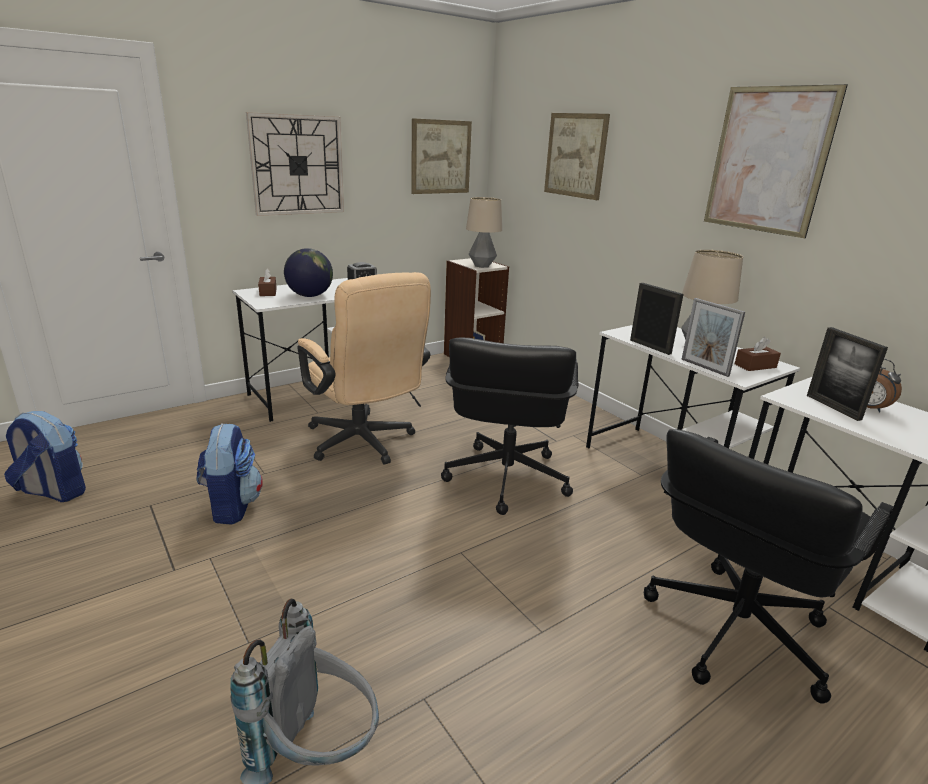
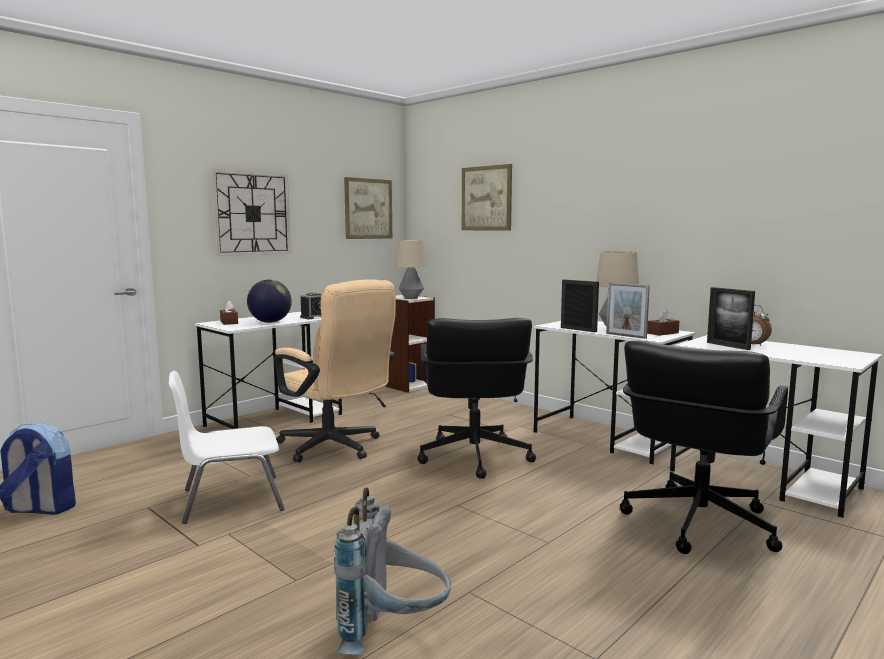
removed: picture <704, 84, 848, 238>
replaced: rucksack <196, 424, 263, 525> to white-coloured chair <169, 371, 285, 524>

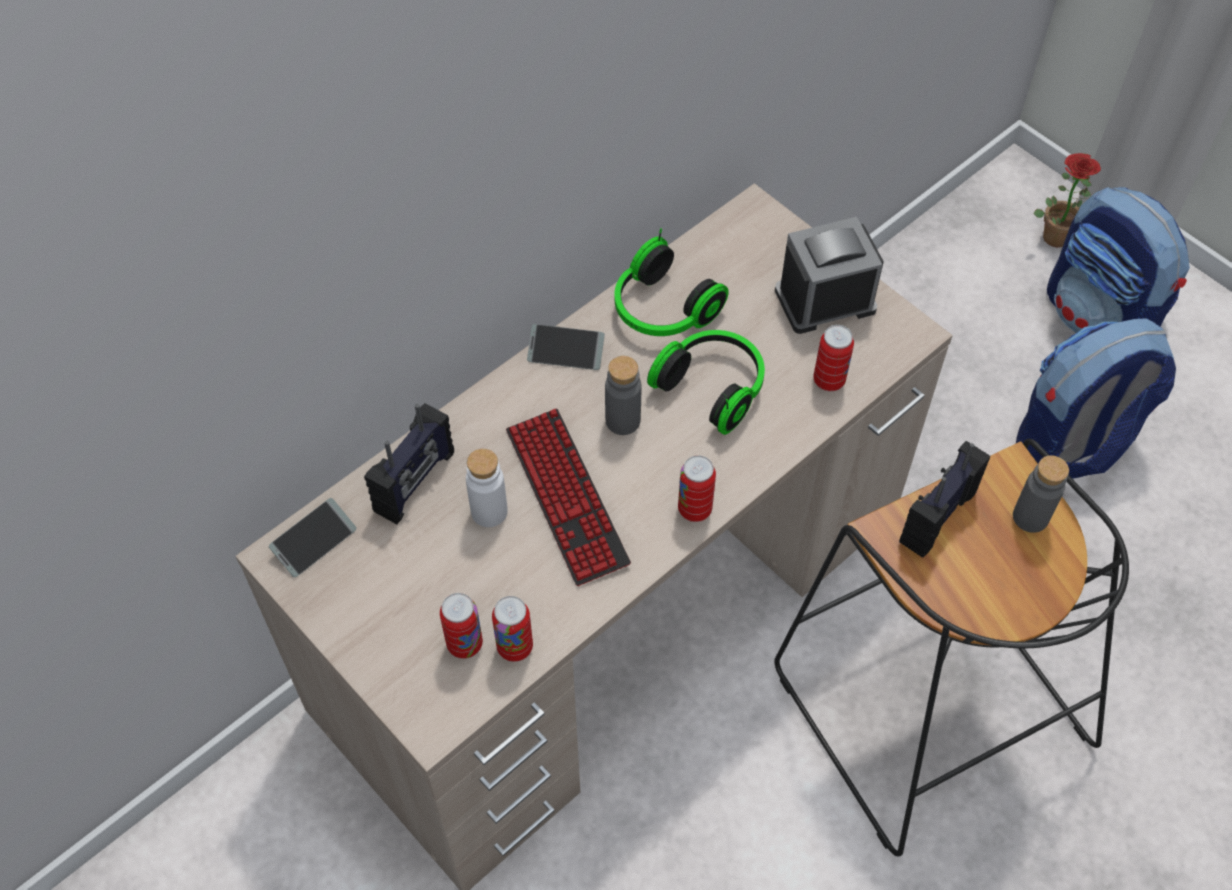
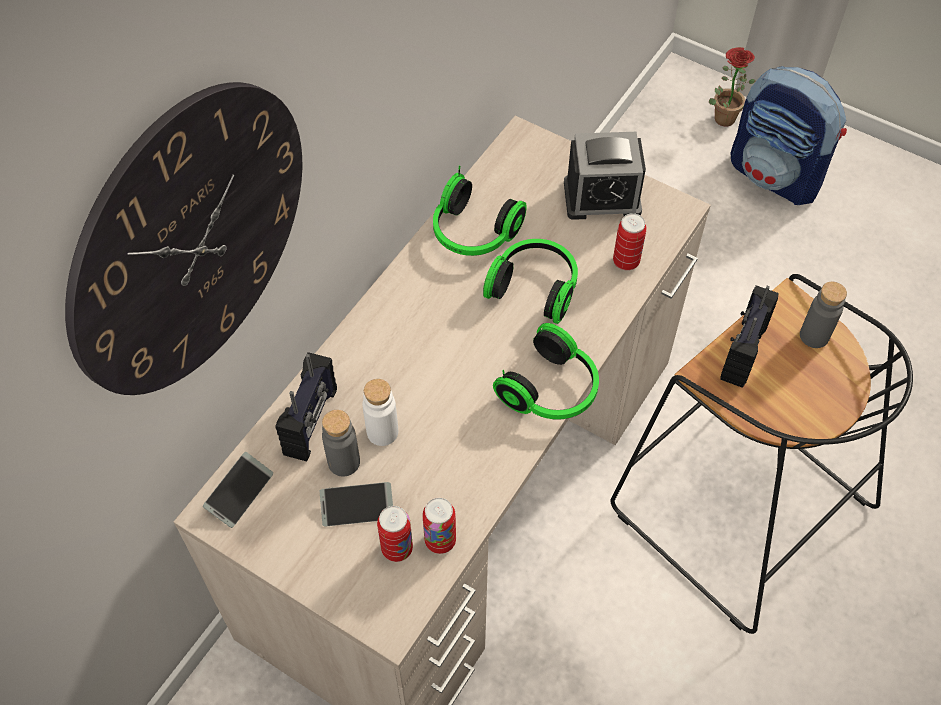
removed: rucksack <1016, 318, 1176, 479>; keyboard <506, 409, 631, 586>
added: hanging clock <65, 82, 302, 395>
moved: phone <527, 324, 605, 370> to <320, 482, 393, 526>; grey beverage bottle <605, 356, 642, 435> to <322, 410, 360, 477>
replaced: metal can <678, 455, 716, 522> to headphones <493, 323, 599, 420>
turned: alarm clock <775, 217, 884, 334> = <564, 132, 646, 220> 150 degrees counterclockwise

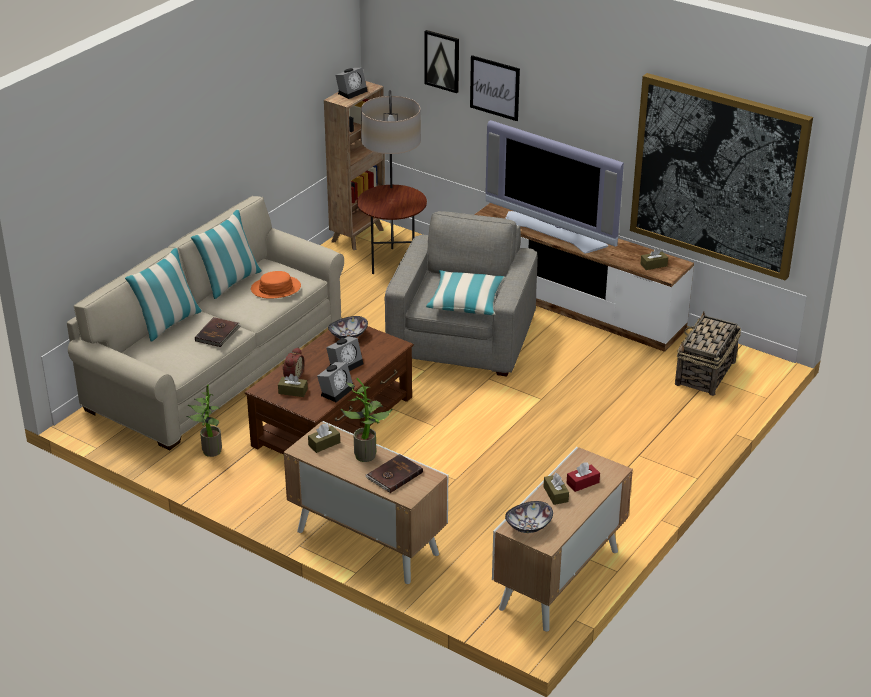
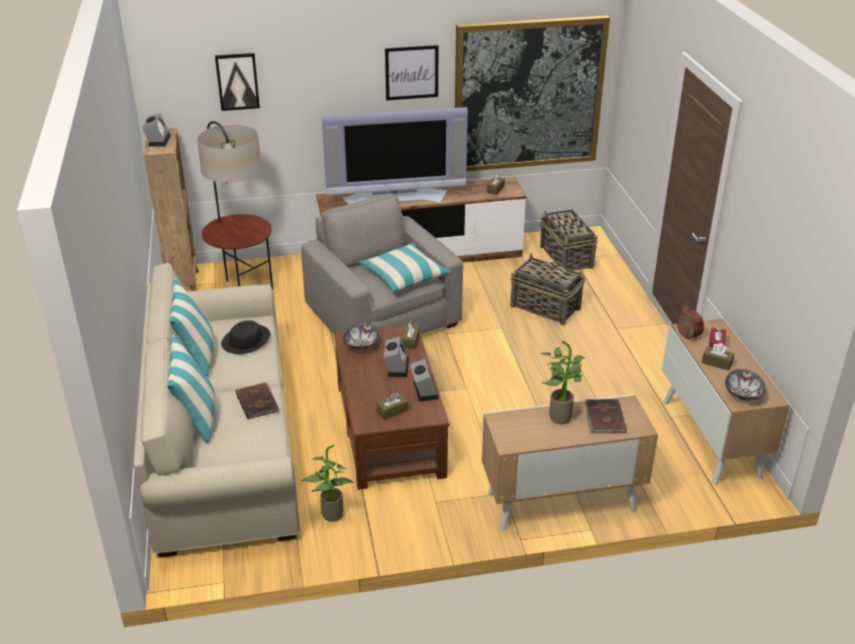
added: basket <510, 253, 585, 326>
moved: picture <470, 55, 520, 121> to <385, 45, 439, 100>; alarm clock <283, 347, 305, 379> to <677, 305, 704, 341>; brownish tissue holder <308, 424, 340, 453> to <402, 323, 420, 350>
recoloured: orange-coloured clothing hat <251, 271, 301, 299> to blackish clothing hat <221, 320, 270, 354>

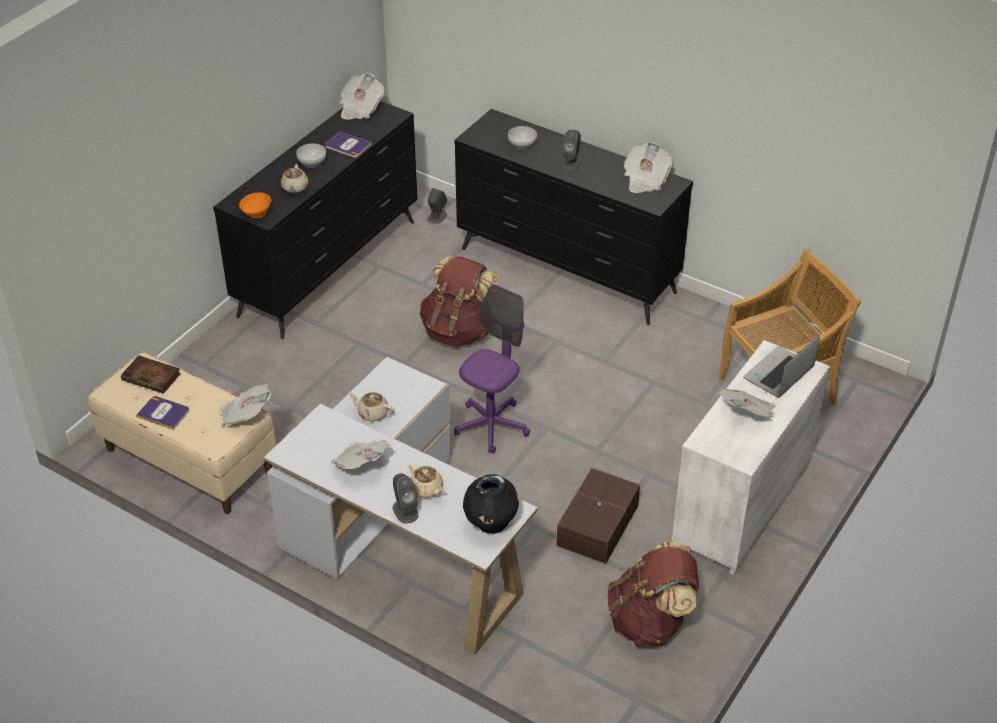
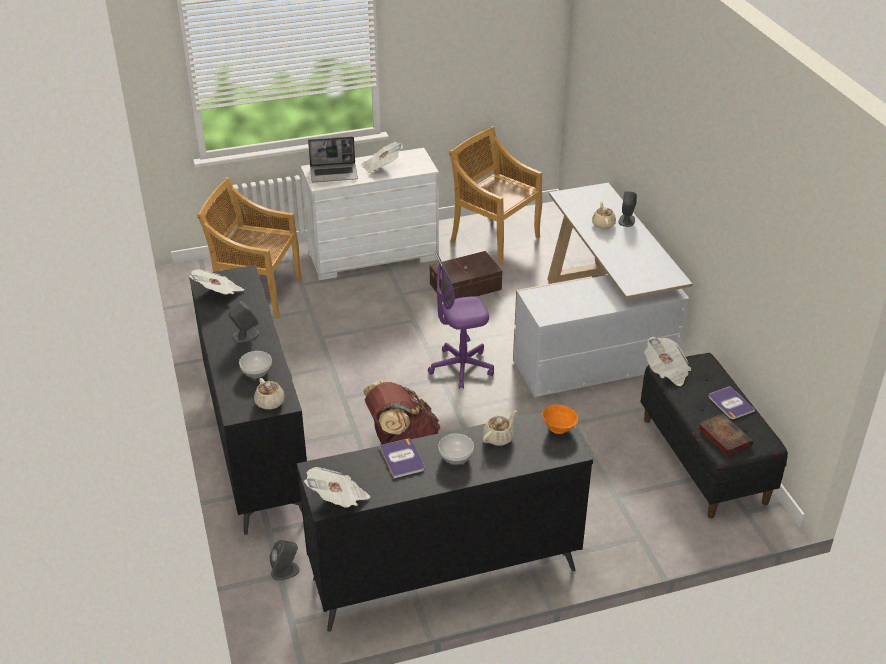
removed: printed paper <331, 440, 390, 469>; blackish flower vase <463, 474, 519, 534>
moved: beige tea pot <348, 392, 394, 421> to <254, 378, 285, 410>
replaced: brownish rucksack <608, 541, 699, 647> to beige chair <449, 126, 542, 265>
recoloured: beige long seat <88, 351, 276, 514> to blackish long seat <641, 353, 788, 519>

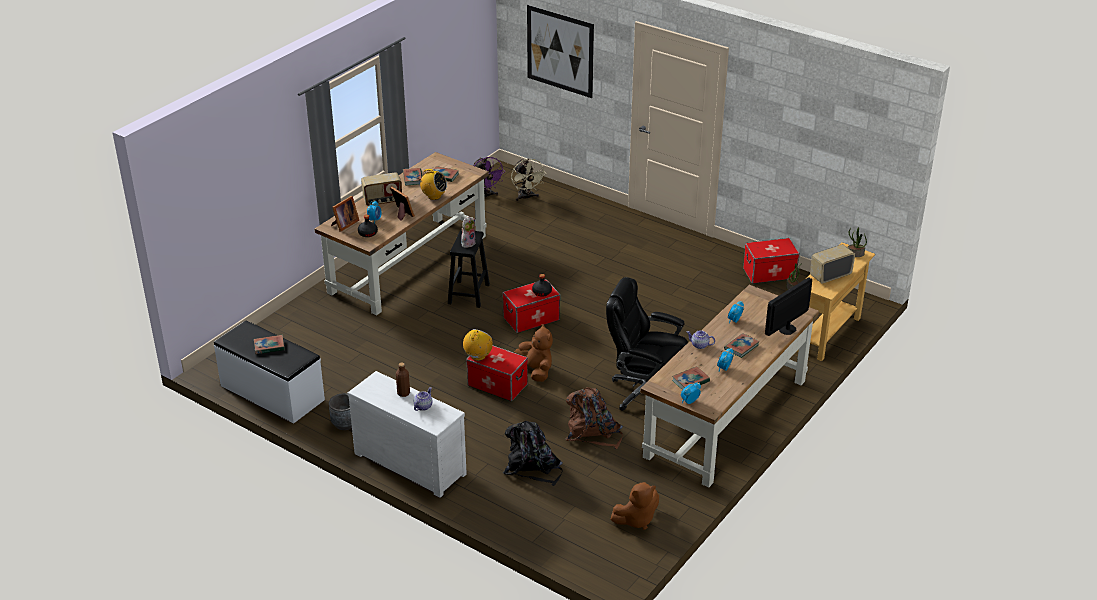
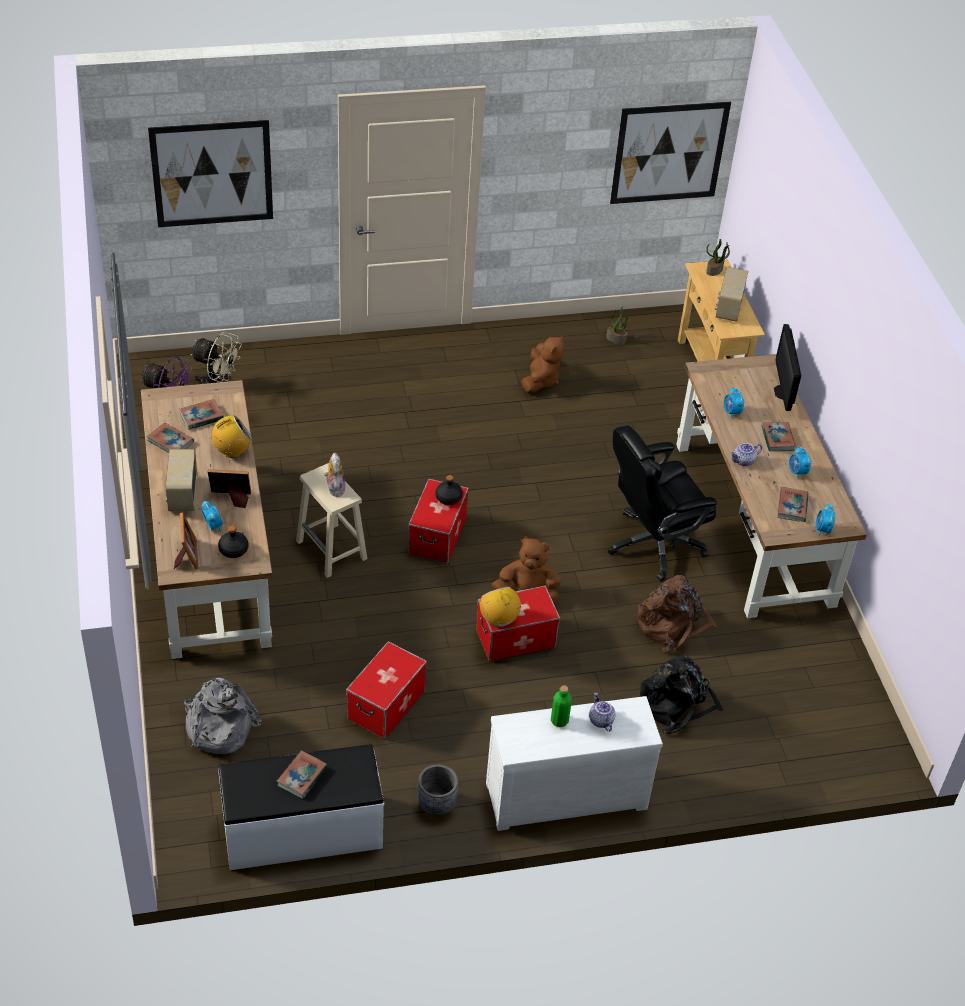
added: picture <610, 102, 731, 204>; grey rucksack <183, 678, 262, 754>
moved: storage container <743, 238, 800, 284> to <346, 641, 427, 739>; brownish plush toy <610, 482, 659, 530> to <521, 335, 565, 393>
recoloured: blackish stool seat <448, 229, 490, 308> to beige stool seat <296, 463, 367, 578>; brownish beverage bottle <396, 363, 410, 397> to green-coloured beverage bottle <551, 685, 572, 727>
turned: radio set <361, 172, 402, 206> = <166, 449, 197, 511> 150 degrees clockwise

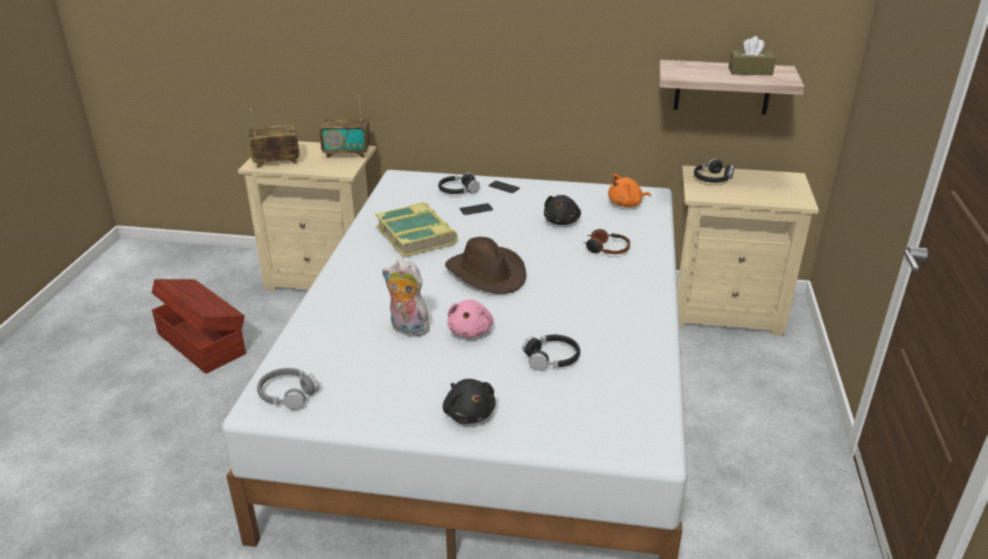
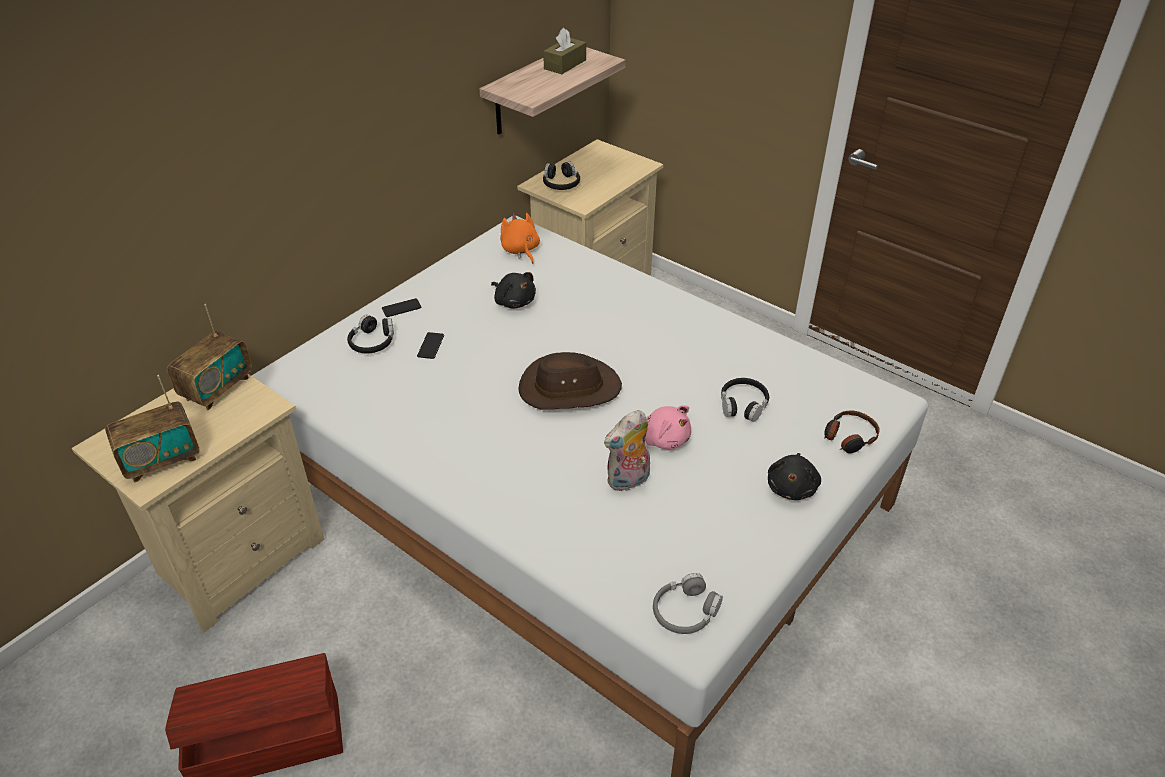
removed: bound book <375, 202, 458, 258>
moved: headphones <583, 229, 630, 254> to <824, 410, 880, 453>
turned: radio set <248, 108, 300, 168> = <105, 375, 199, 483> 135 degrees counterclockwise; orange-coloured plush toy <608, 174, 651, 207> = <500, 213, 540, 264> 150 degrees clockwise; blackish plush toy <443, 379, 496, 424> = <768, 453, 821, 500> 105 degrees clockwise

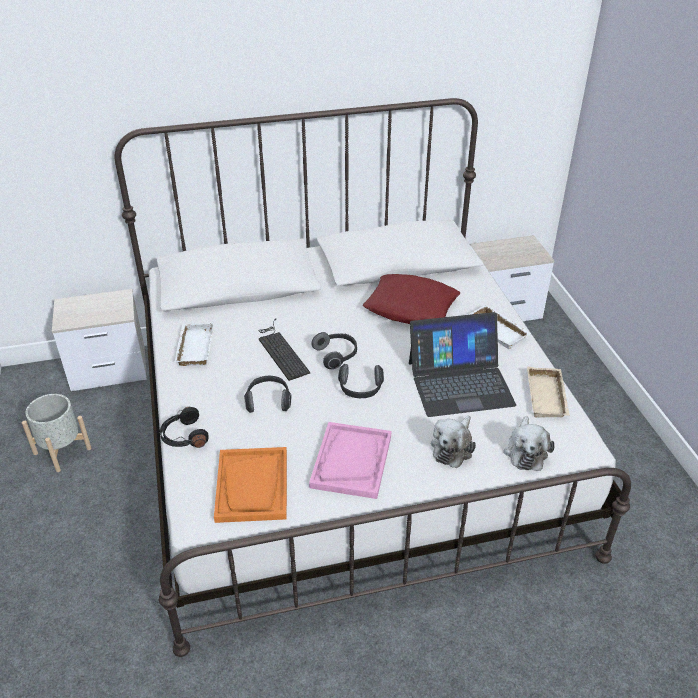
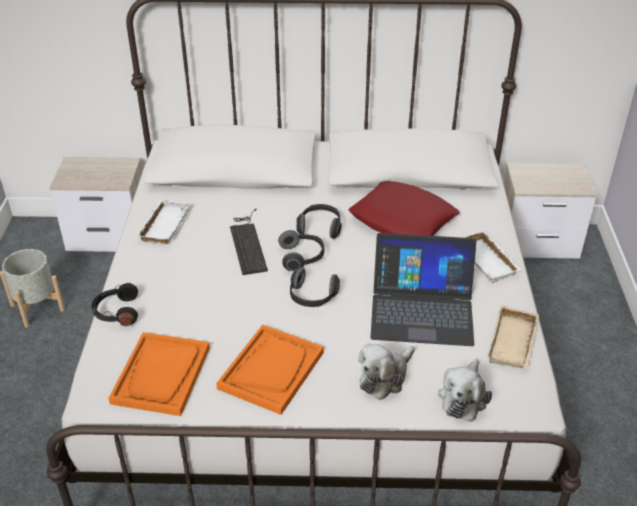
moved: headphones <244, 376, 291, 413> to <296, 204, 342, 239>
recoloured: pink carrying tray <309, 422, 391, 499> to orange-coloured carrying tray <216, 324, 324, 415>

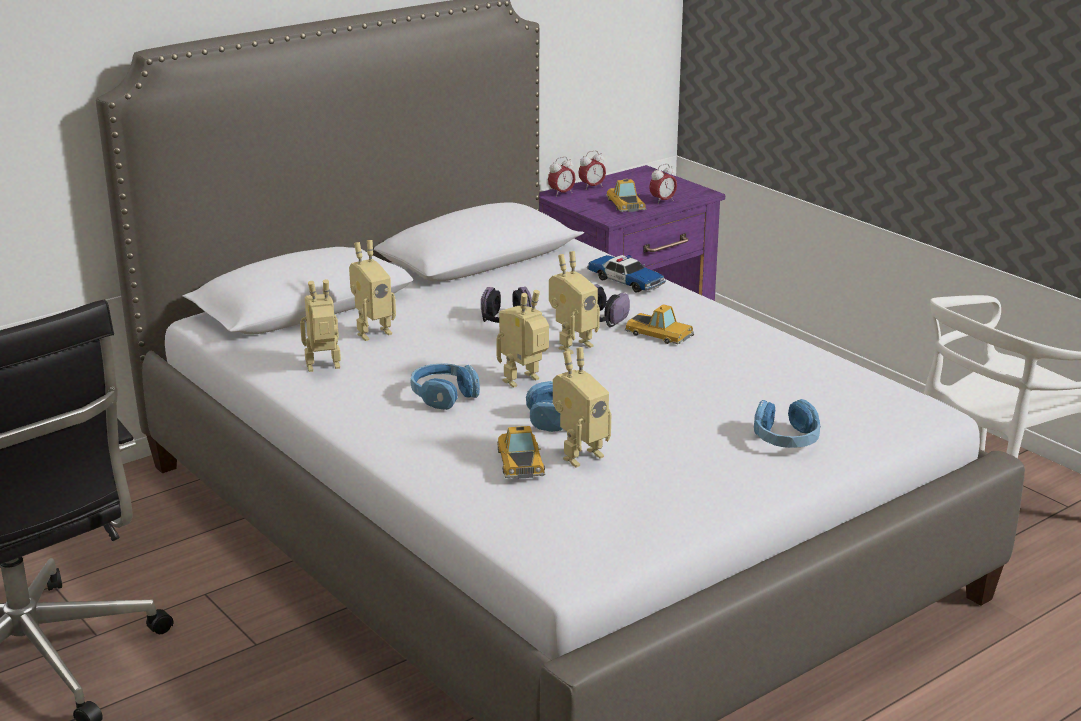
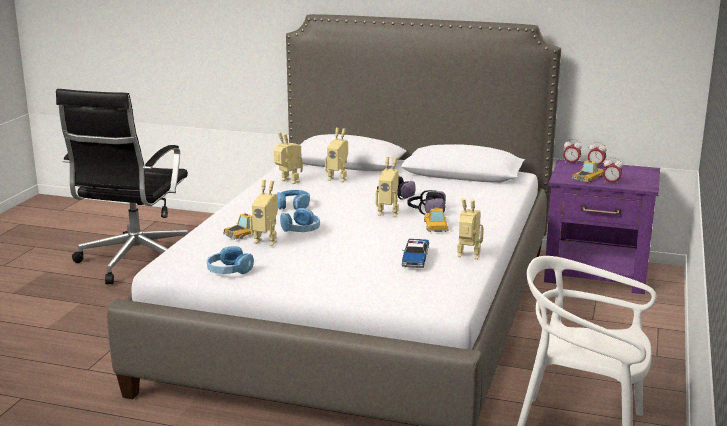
moved: toy car <587, 255, 666, 293> to <402, 239, 429, 268>; robot figure <496, 290, 549, 388> to <457, 198, 484, 260>; bluish headphones <754, 399, 820, 448> to <207, 246, 254, 274>

